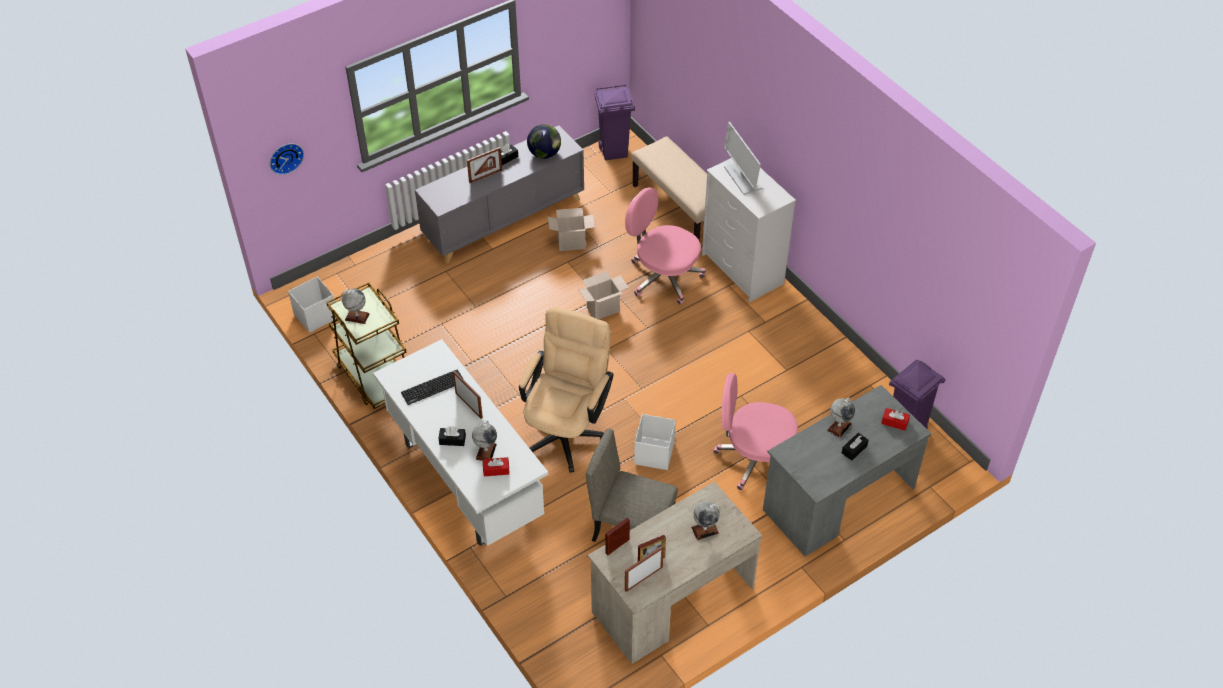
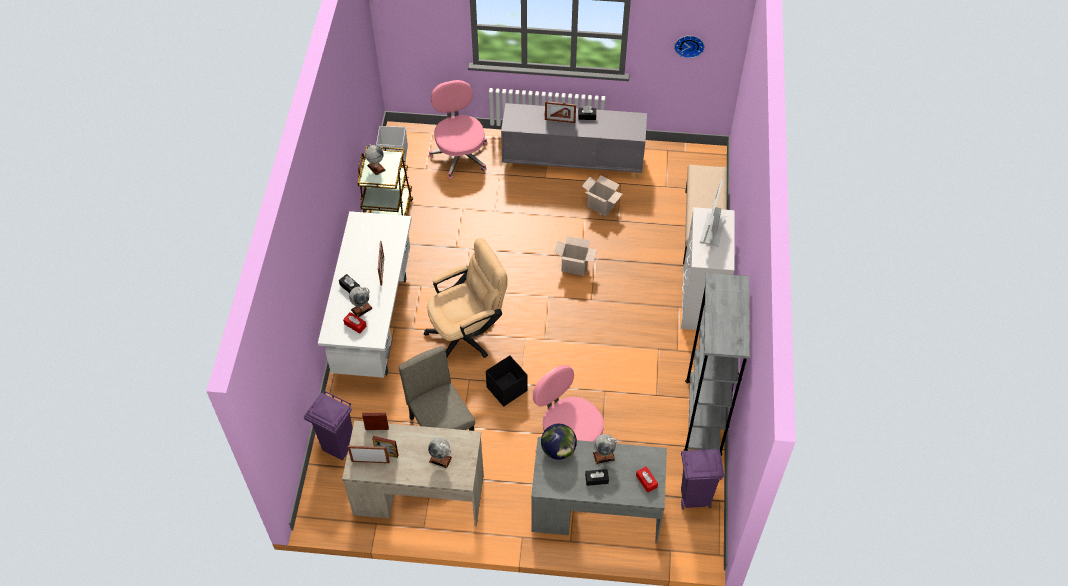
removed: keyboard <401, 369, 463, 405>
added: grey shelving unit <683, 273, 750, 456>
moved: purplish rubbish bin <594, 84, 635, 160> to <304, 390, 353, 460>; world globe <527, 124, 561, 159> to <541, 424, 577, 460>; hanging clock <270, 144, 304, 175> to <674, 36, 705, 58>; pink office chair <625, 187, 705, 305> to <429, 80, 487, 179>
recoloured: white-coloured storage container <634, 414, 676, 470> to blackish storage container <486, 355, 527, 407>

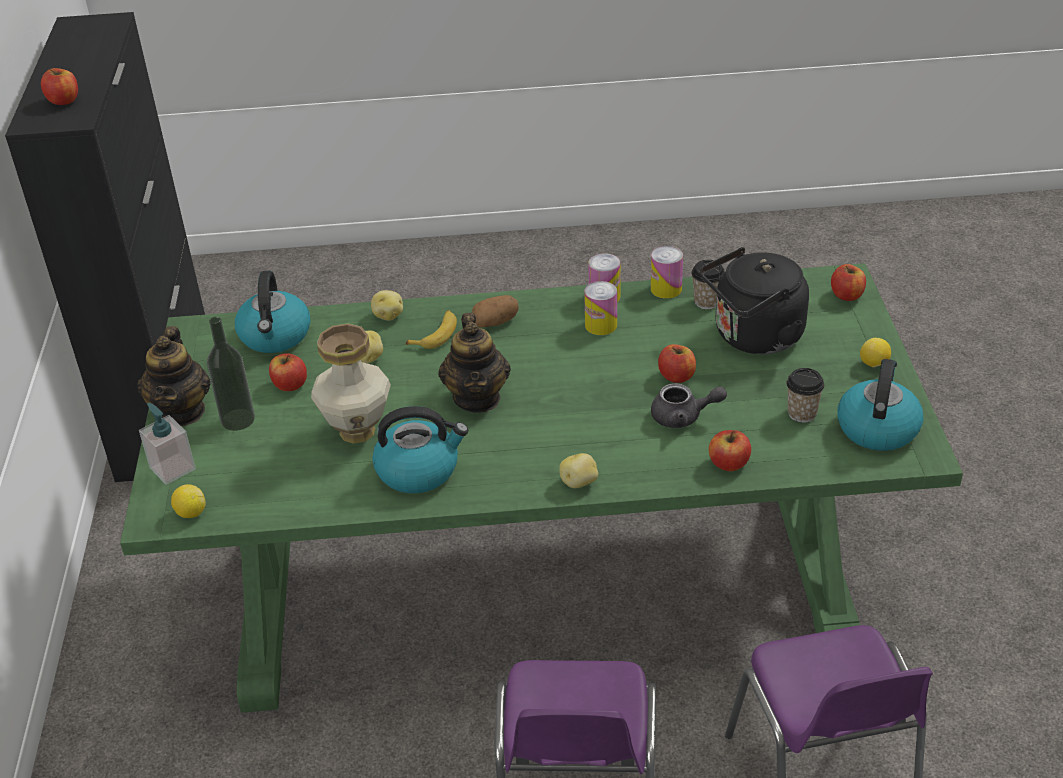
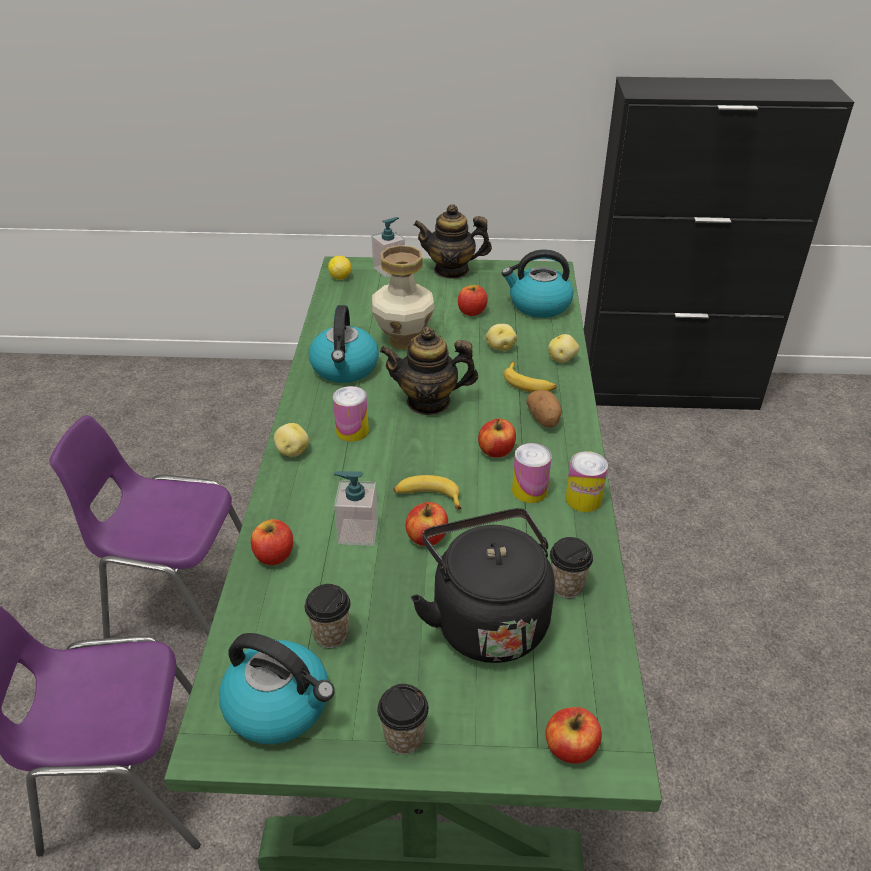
removed: beverage bottle <207, 317, 255, 431>
added: whole banana <394, 475, 462, 509>
moved: apple fruit <41, 68, 78, 105> to <478, 418, 516, 458>; metal can <651, 246, 683, 299> to <333, 386, 369, 442>
replaced: whole lemon <860, 338, 891, 367> to cup <377, 684, 429, 754>; grey tea pot <651, 383, 727, 428> to liquid soap bottle <334, 471, 378, 546>

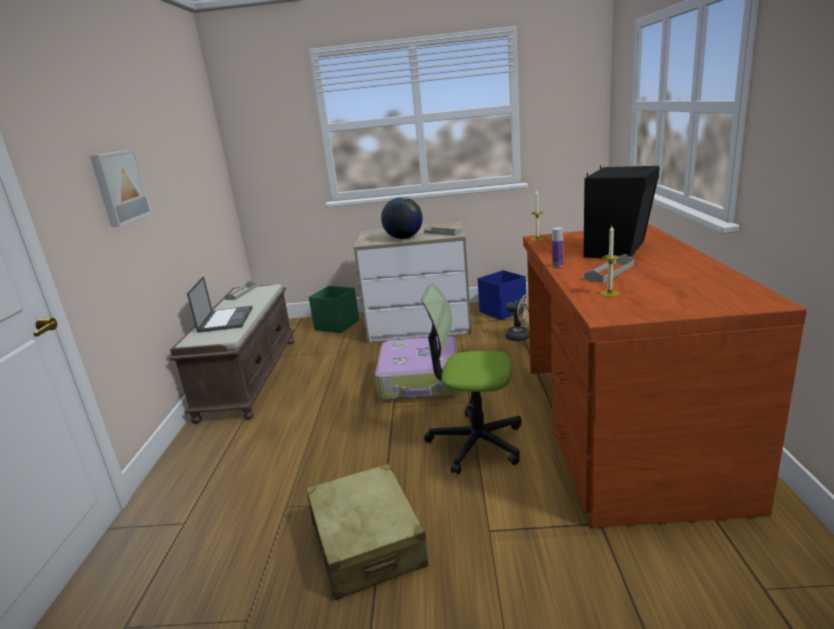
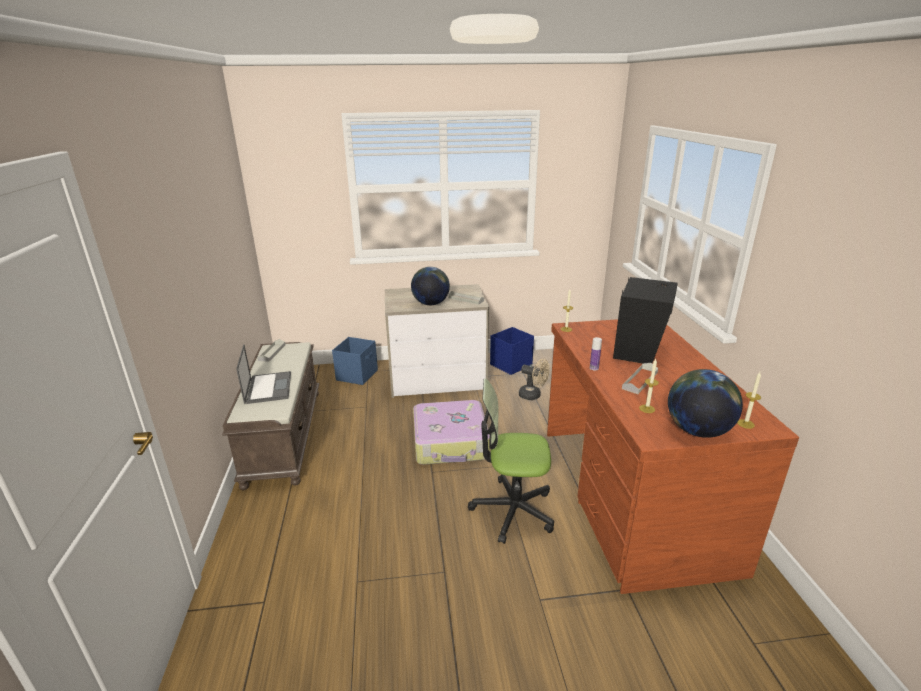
removed: picture <90, 149, 152, 227>; beige suitcase <306, 463, 428, 600>
added: world globe <668, 369, 743, 438>; candle <737, 372, 761, 429>
recoloured: green-coloured storage container <309, 286, 359, 333> to bluish storage container <332, 337, 378, 385>

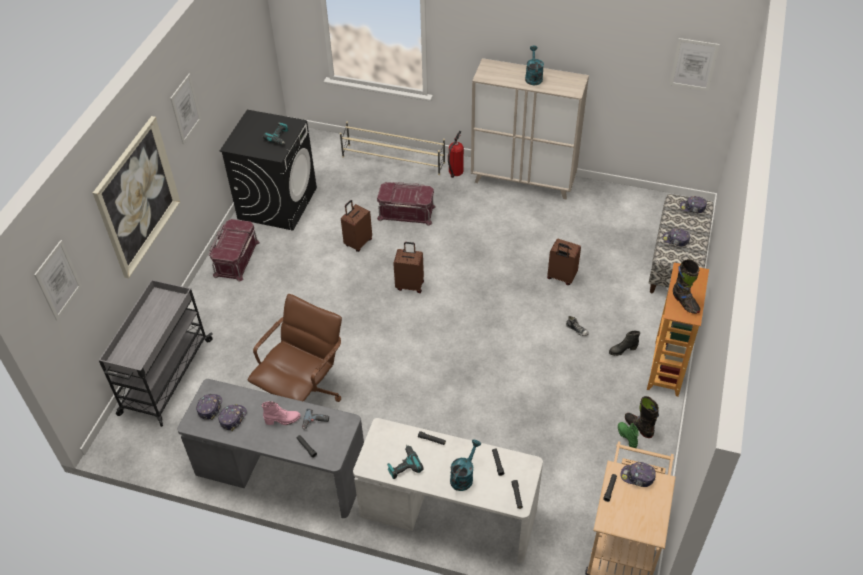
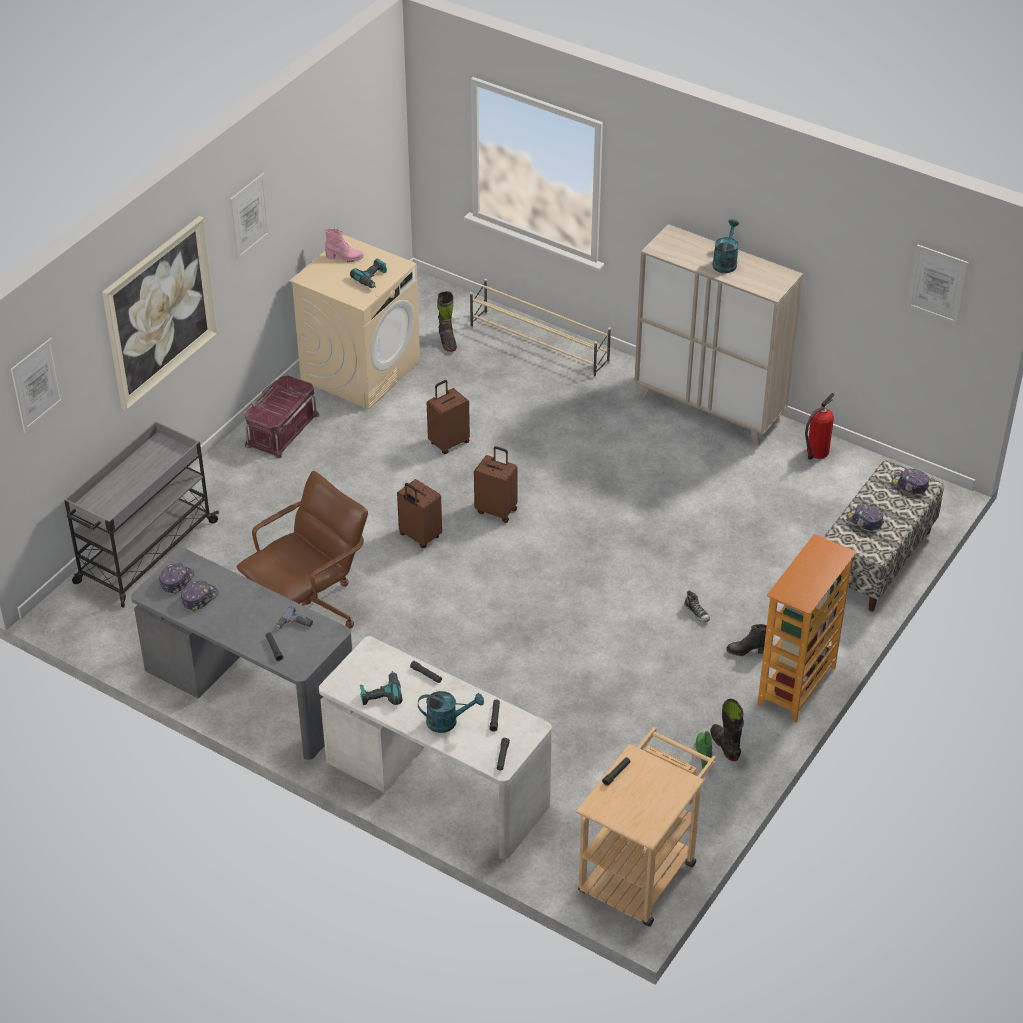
removed: reddish storage container <377, 182, 436, 226>; cap <620, 462, 656, 487>
moved: extinguisher <448, 131, 464, 178> to <805, 393, 835, 460>; brownish suitcase <547, 239, 581, 285> to <397, 479, 442, 548>; blackish high-top boot <673, 259, 700, 314> to <437, 291, 457, 352>; pink high-top boot <262, 401, 301, 425> to <325, 229, 364, 262>
recoloured: blackish washing machine <220, 110, 317, 231> to beige washing machine <290, 235, 420, 409>
turned: blue-green watering can <450, 439, 481, 491> = <418, 691, 484, 733> 45 degrees clockwise

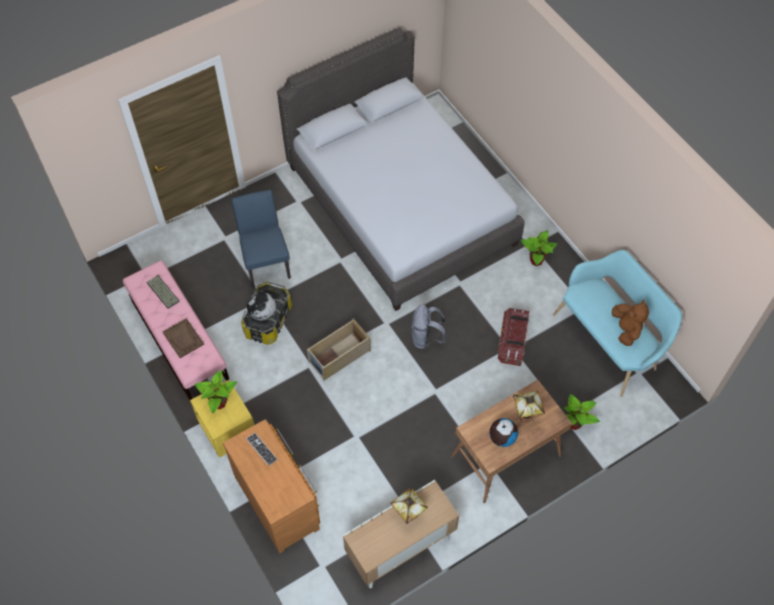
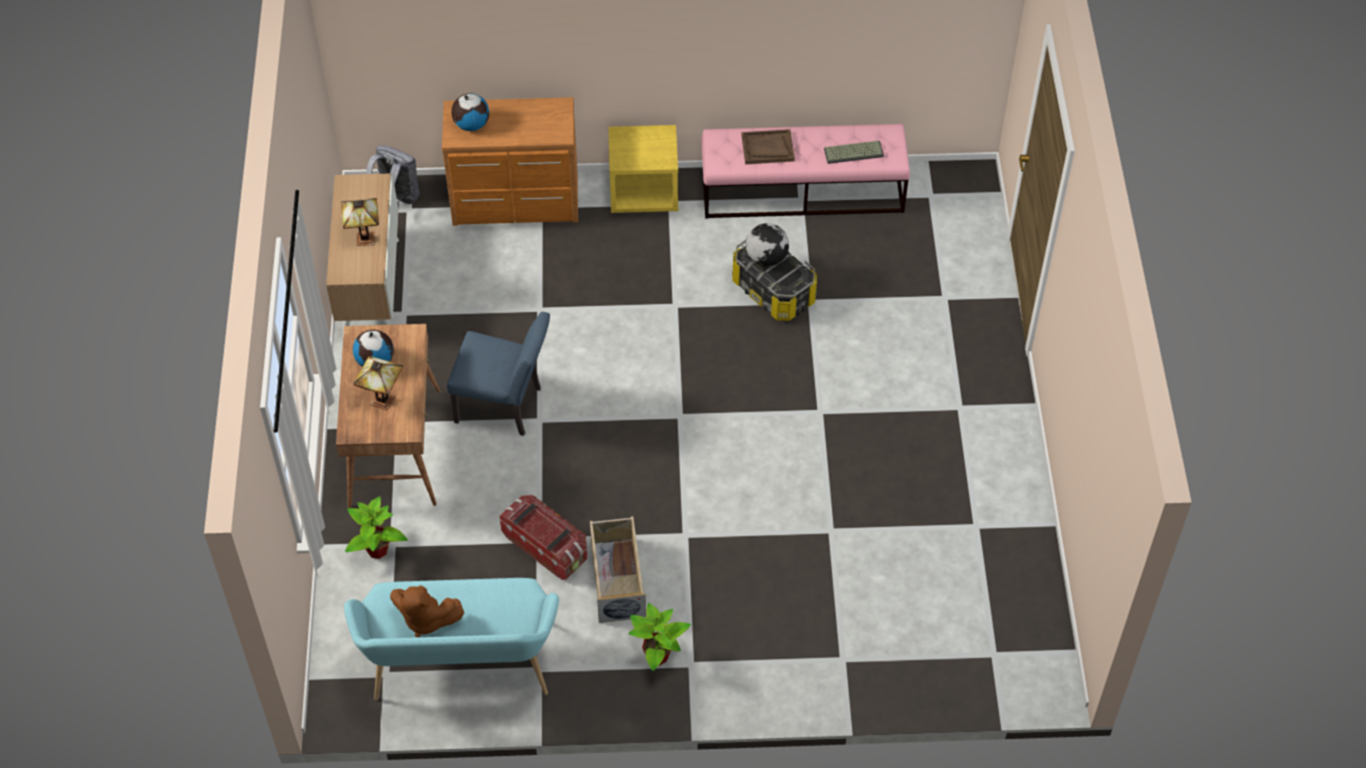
removed: grey bedroom bed <277, 27, 525, 311>; plant in a pot <195, 370, 237, 413>; keyboard <246, 433, 278, 466>
added: world globe <451, 93, 489, 131>
moved: bluish chair <231, 190, 291, 287> to <447, 312, 550, 436>; grey rucksack <412, 304, 446, 349> to <366, 146, 419, 209>; beige storage container <307, 318, 371, 381> to <590, 516, 646, 623>

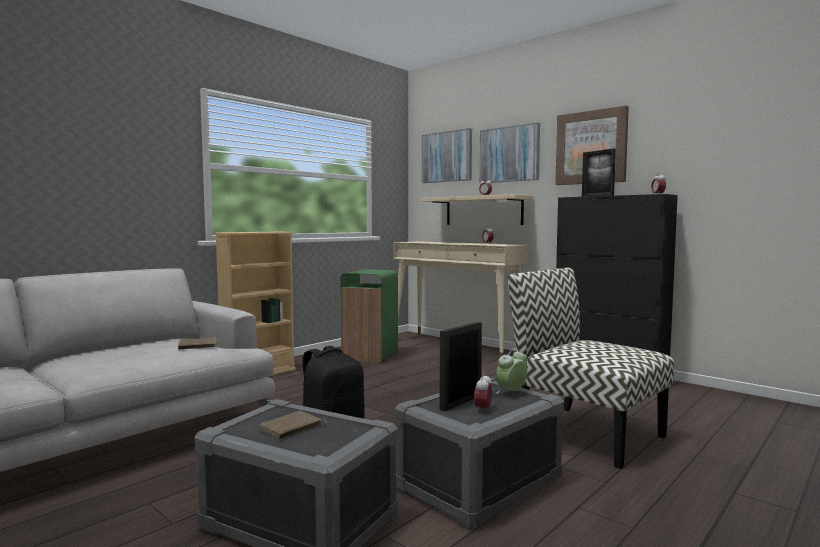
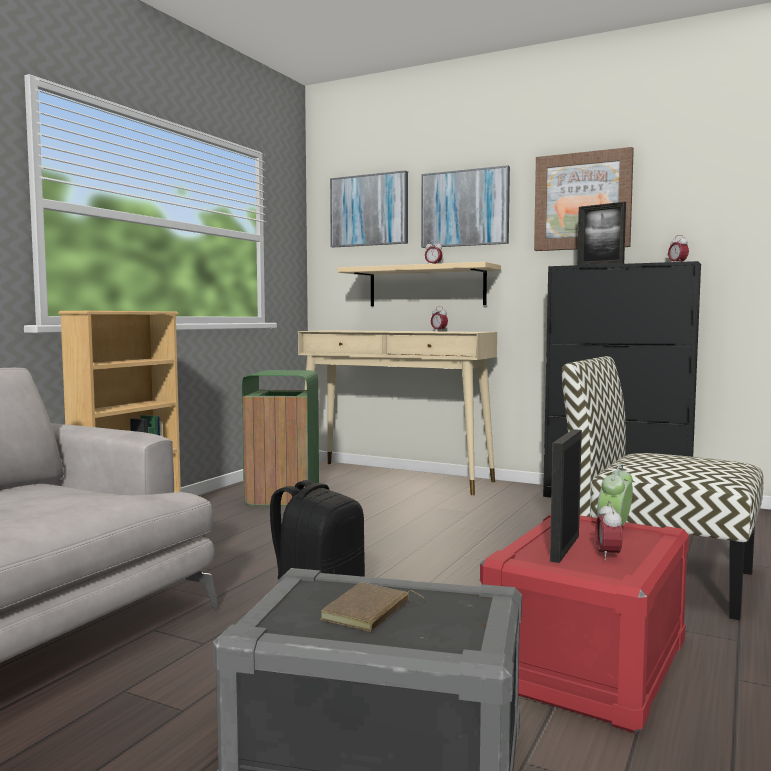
removed: brownish bound book <178, 338, 217, 349>
recoloured: grey storage container <395, 378, 564, 529> to reddish storage container <480, 514, 689, 733>

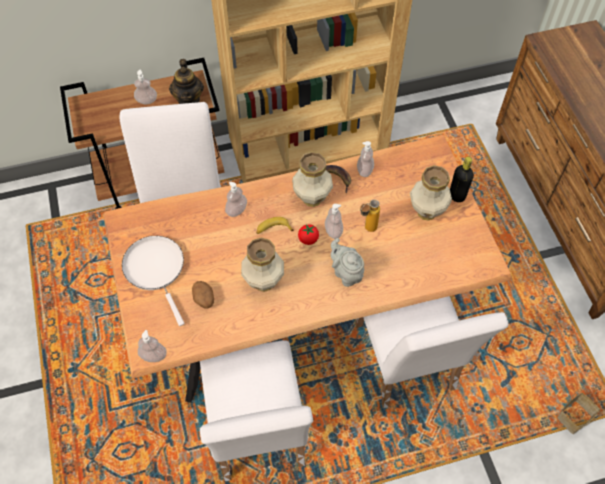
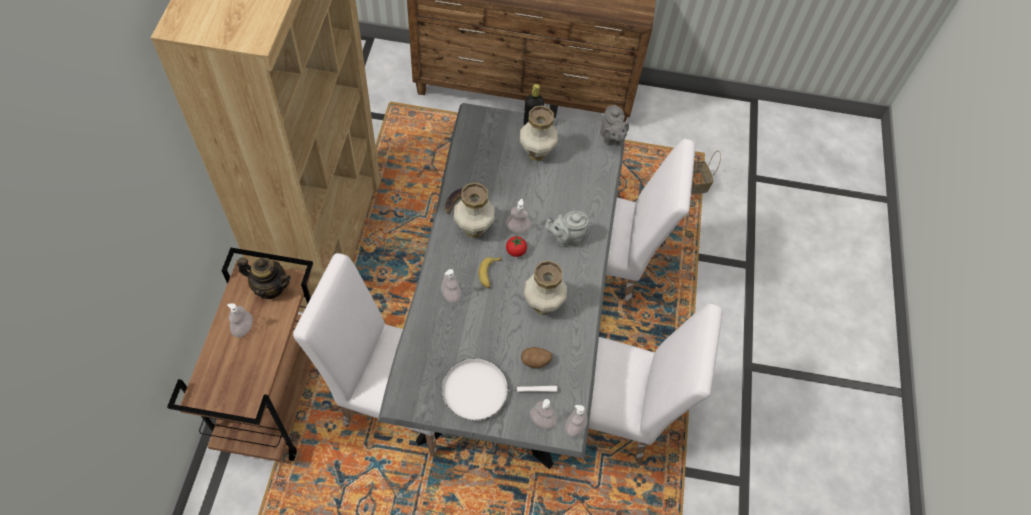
removed: beverage bottle <360, 199, 380, 232>
added: grey tea pot <600, 105, 629, 146>
moved: liquid soap bottle <357, 141, 374, 177> to <529, 399, 557, 429>
recoloured: brownish kitchen table <103, 135, 513, 403> to grey kitchen table <378, 103, 625, 469>

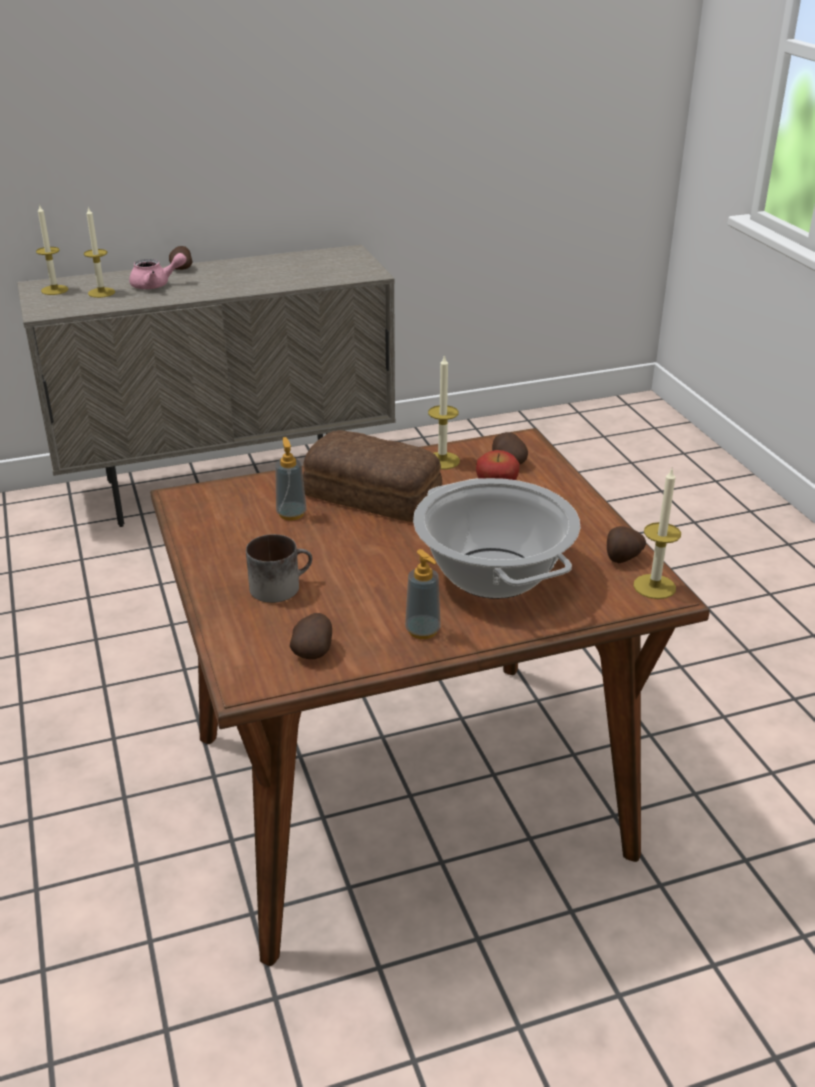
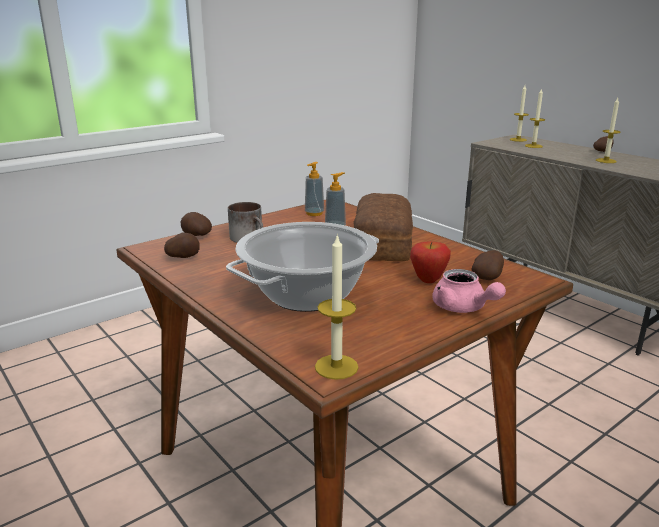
moved: pink tea pot <129, 253, 187, 289> to <432, 269, 506, 313>; candle <428, 354, 460, 469> to <596, 98, 620, 163>; whole potato <607, 526, 646, 563> to <181, 212, 212, 236>; liquid soap bottle <405, 549, 441, 639> to <305, 162, 324, 216>

